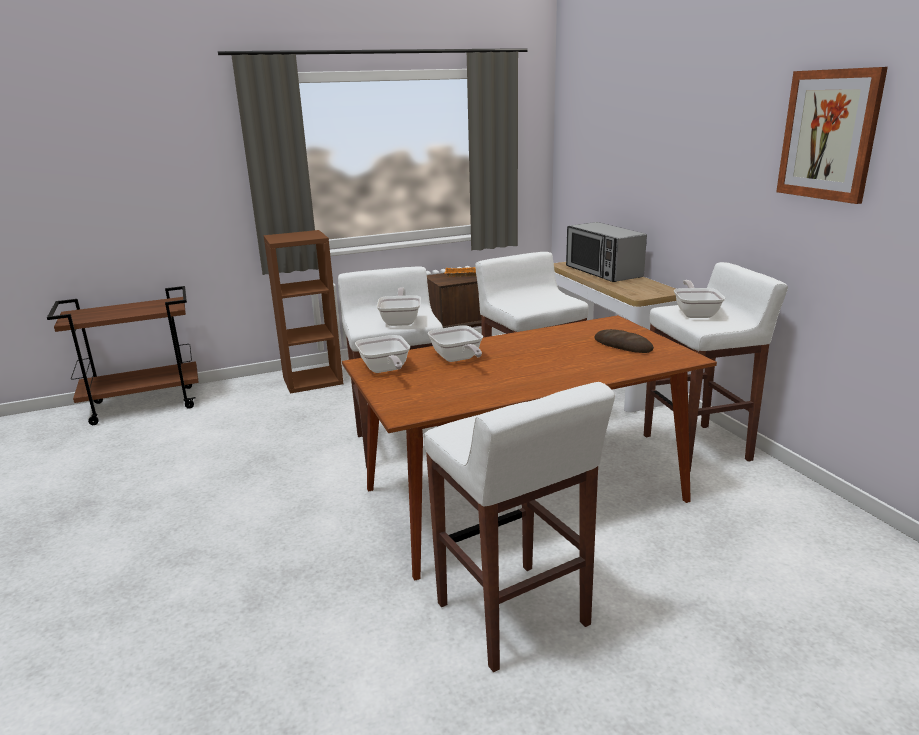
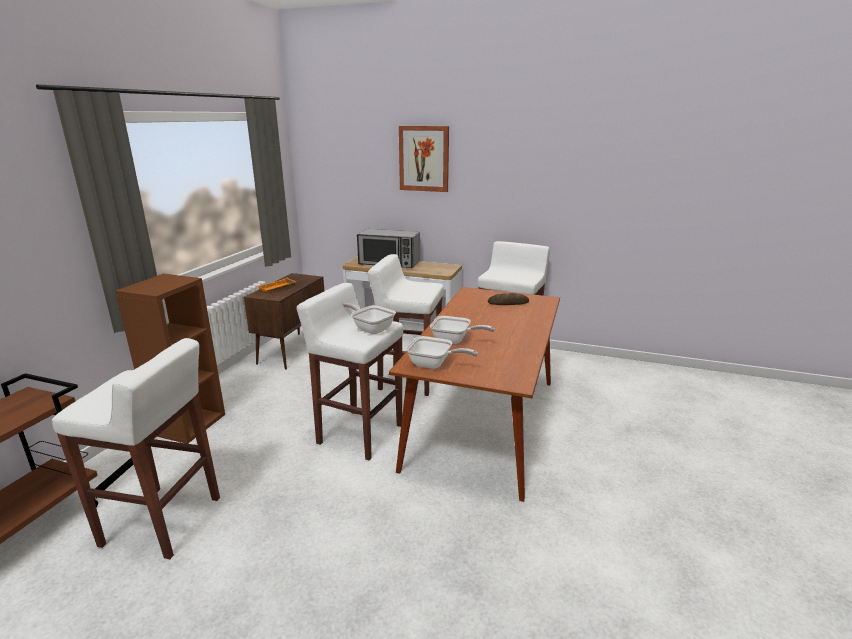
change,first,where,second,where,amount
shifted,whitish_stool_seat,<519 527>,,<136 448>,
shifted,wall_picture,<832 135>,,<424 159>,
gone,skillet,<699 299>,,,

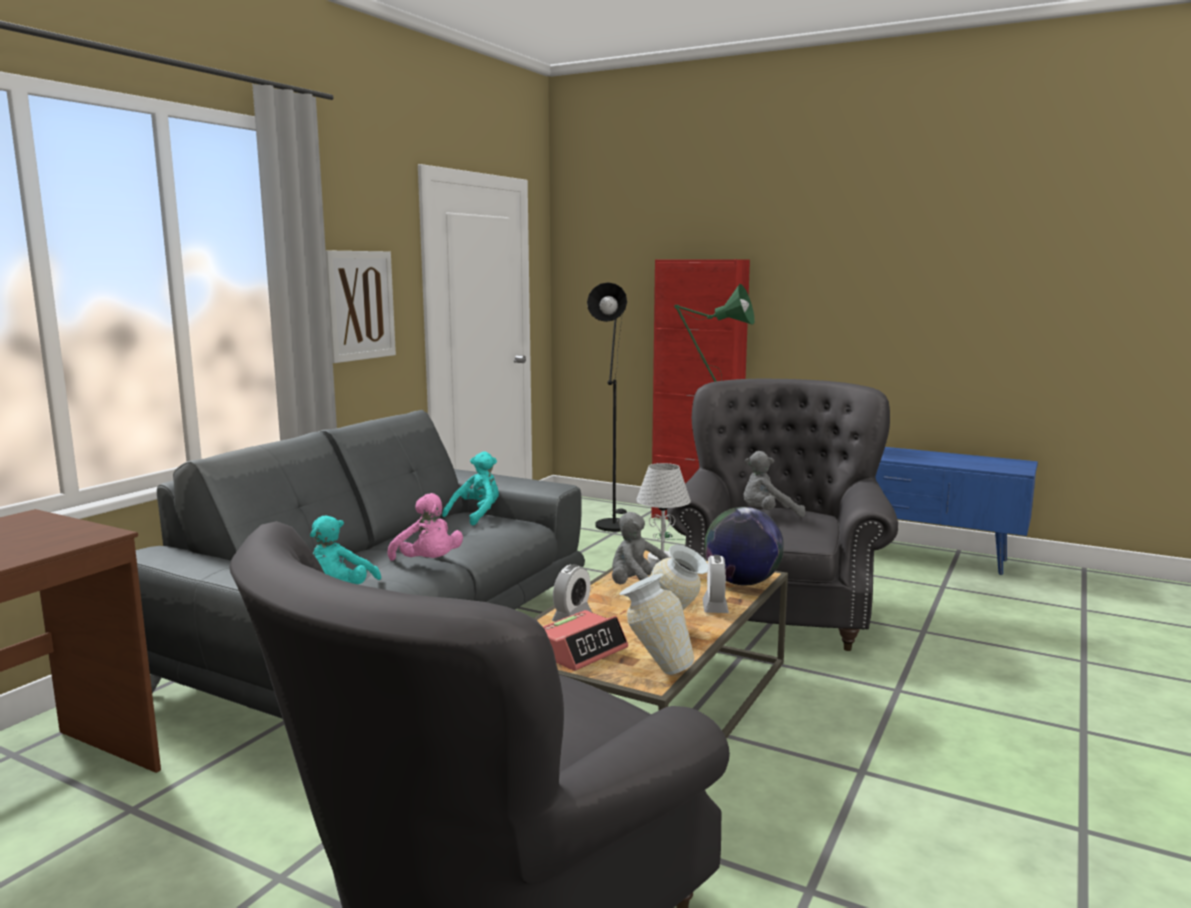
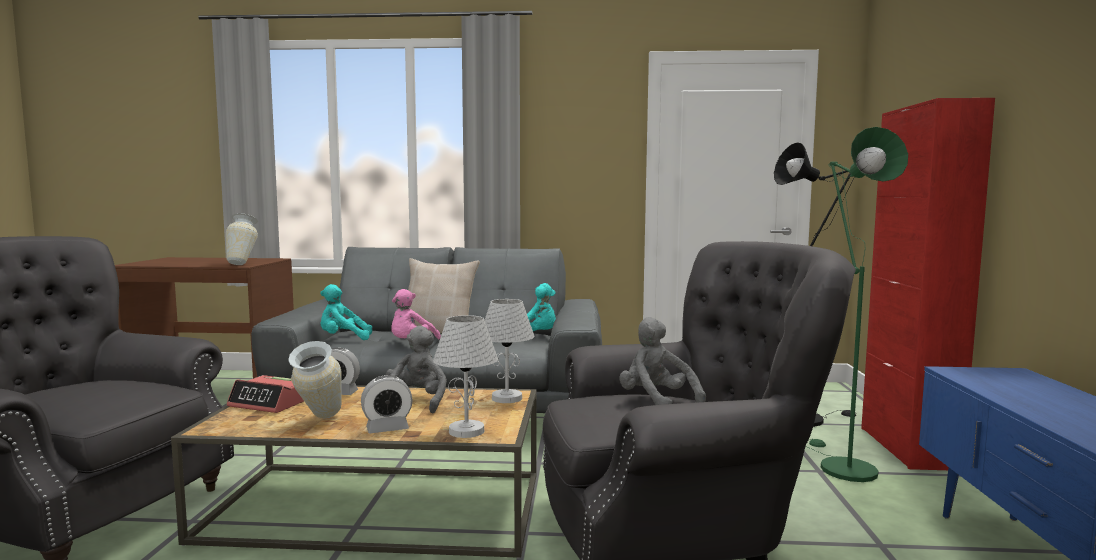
change,first,where,second,where,amount
shifted,vase,<656 624>,,<242 239>,
new,,,beige_pillow,<444 296>,
swapped,world_globe,<744 546>,whitish_lamp_for_a_table,<465 376>,
gone,wall_picture,<361 306>,,,

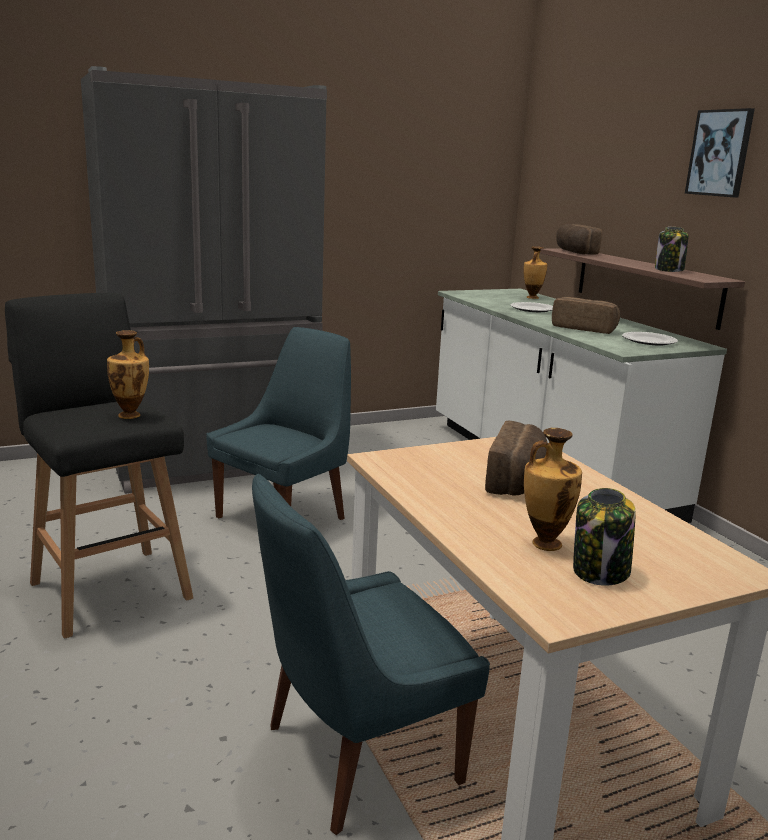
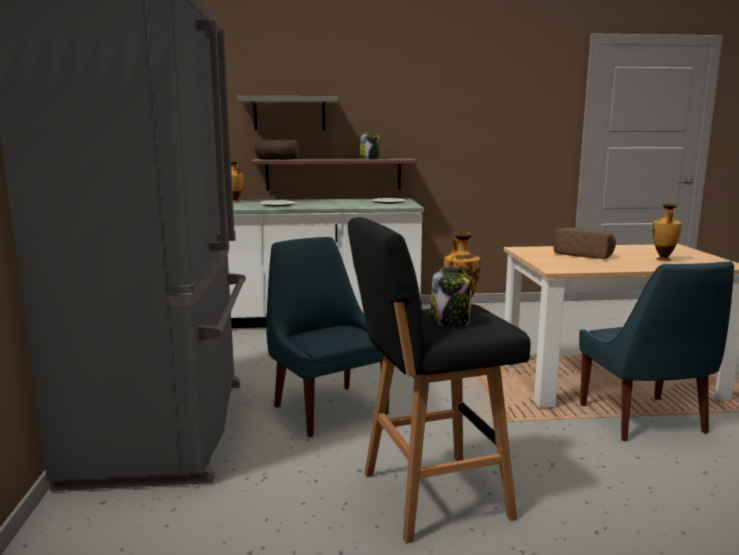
change,first,where,second,where,amount
new,,,grey_wall_shelf,<287 113>,
shifted,storage_jar,<604 537>,,<451 297>,
gone,bakery_bread,<586 315>,,,
gone,wall_picture,<720 153>,,,

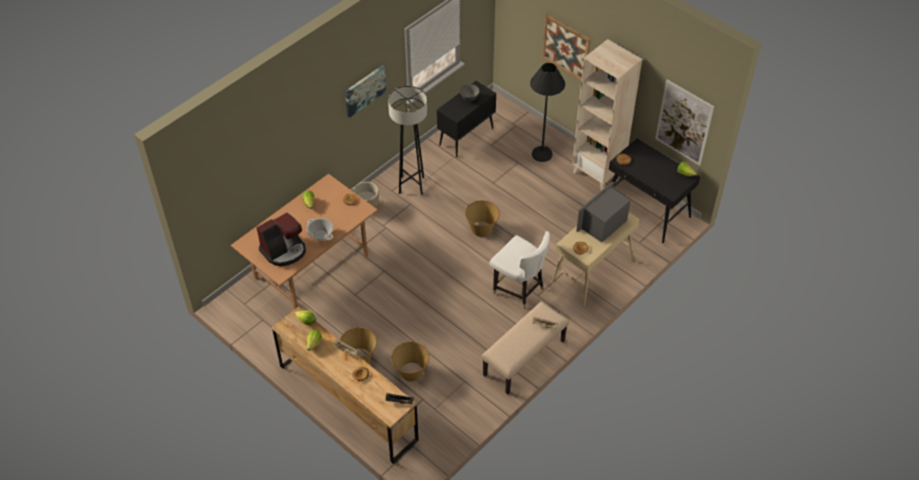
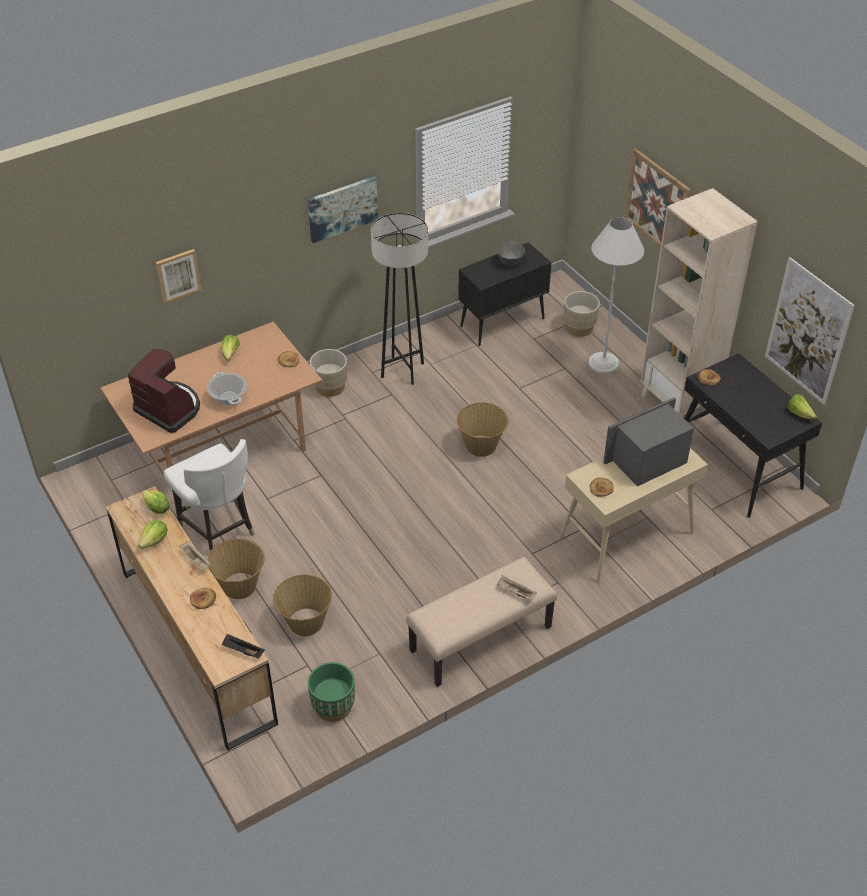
change,first,where,second,where,amount
rotated,coffee_brewer,<281 239>,,<164 391>,120 degrees counterclockwise
new,,,wall_picture,<178 276>,
shifted,whitish_chair,<519 270>,,<209 495>,
new,,,greenish_planter,<331 692>,
new,,,beige_planter,<581 314>,
repainted,black_standing_lamp,<547 112>,whitish_standing_lamp,<616 295>,

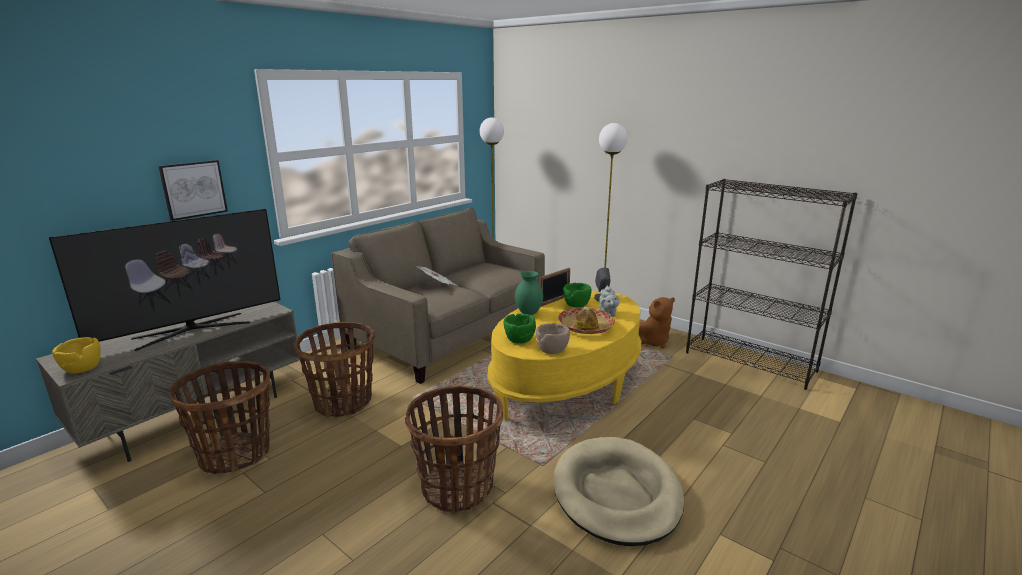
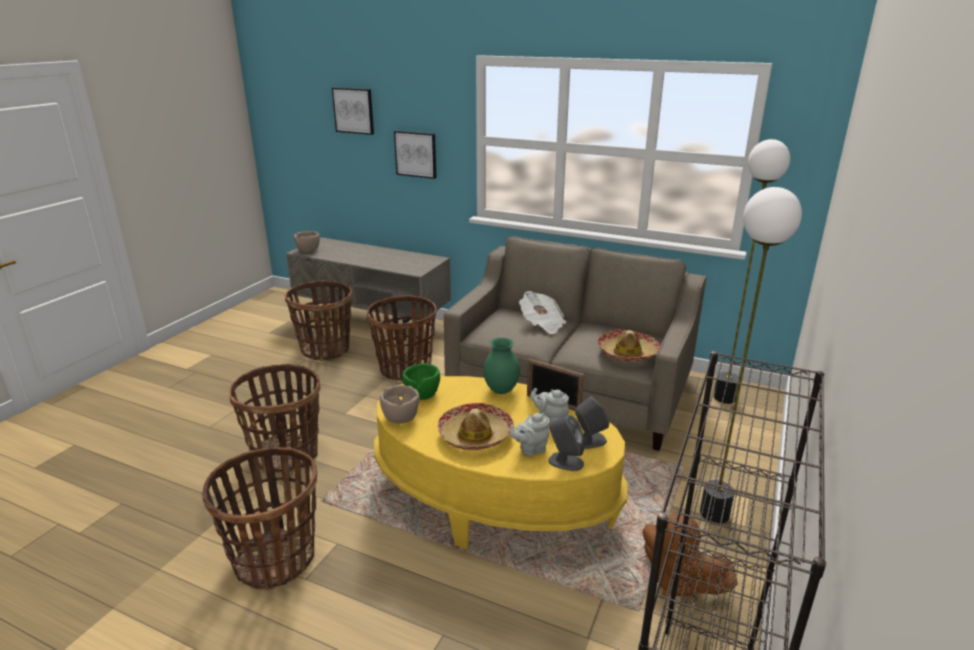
change,first,where,second,where,amount
swapped,beige_dog_bed,<618 491>,household_basket,<259 518>,
repainted,yellow_serving_bowl,<76 355>,brownish_serving_bowl,<307 241>,
new,,,wall_picture,<353 111>,
swapped,greenish_serving_bowl,<577 295>,grey_tea_pot,<549 406>,
new,,,grey_audio_speaker,<566 443>,
new,,,wearable_hat,<629 345>,
gone,television,<164 280>,,,

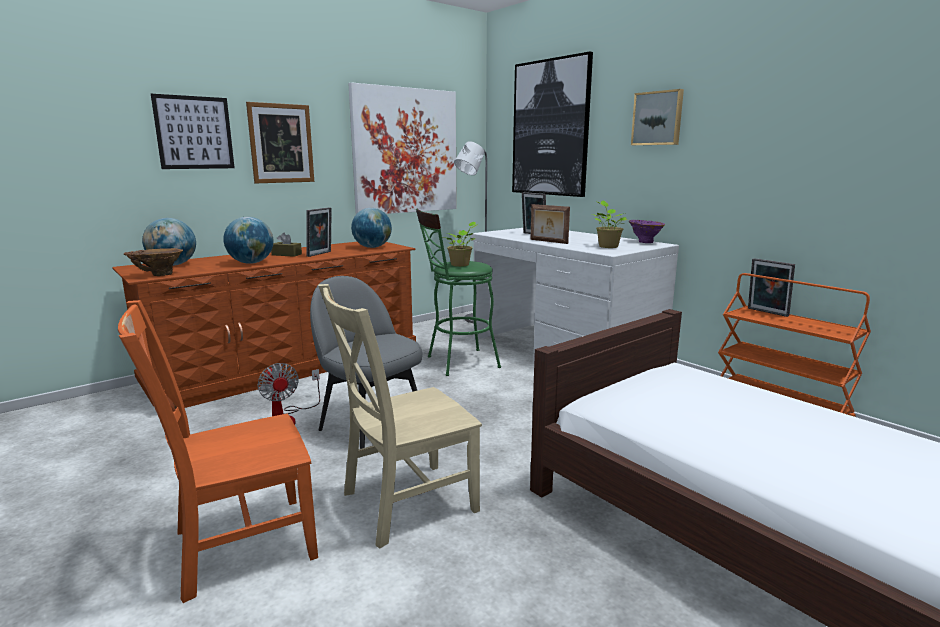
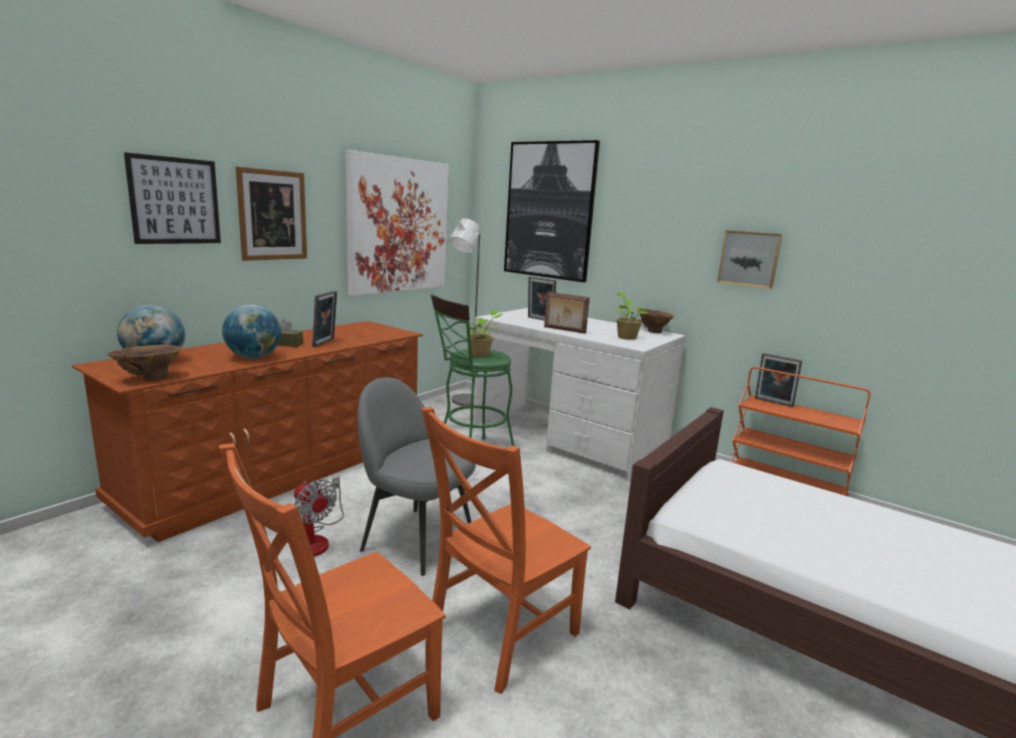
change,first,where,second,where,amount
repainted,beige_chair,<400 416>,orangey_chair,<506 550>,
repainted,purplish_vase,<647 231>,brownish_vase,<655 321>,
shifted,wall_picture,<657 117>,,<750 259>,
gone,world_globe,<371 228>,,,

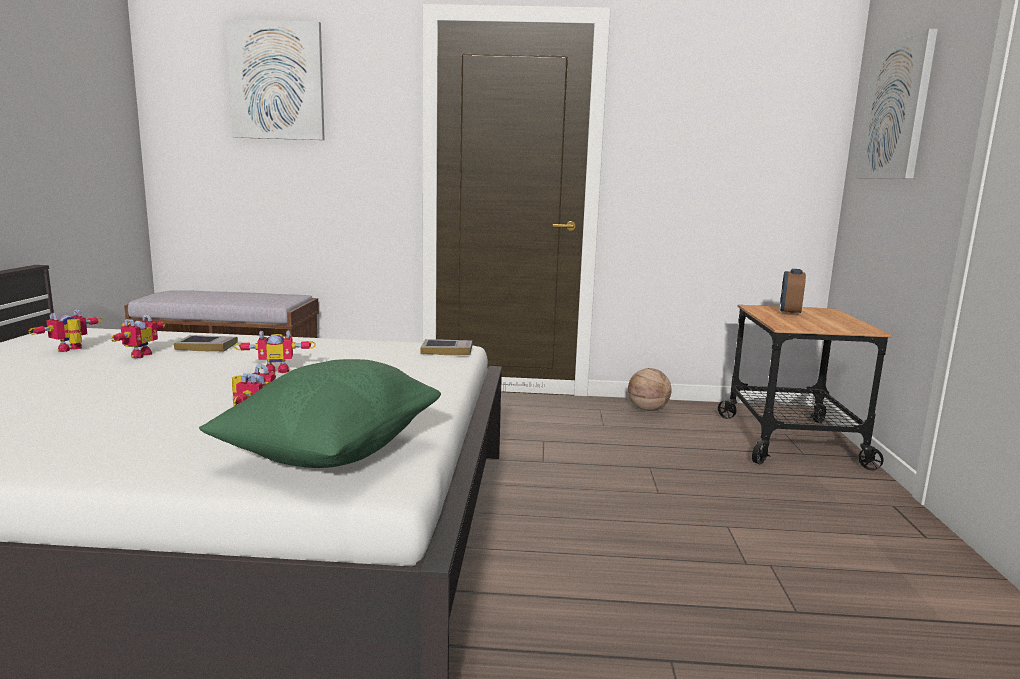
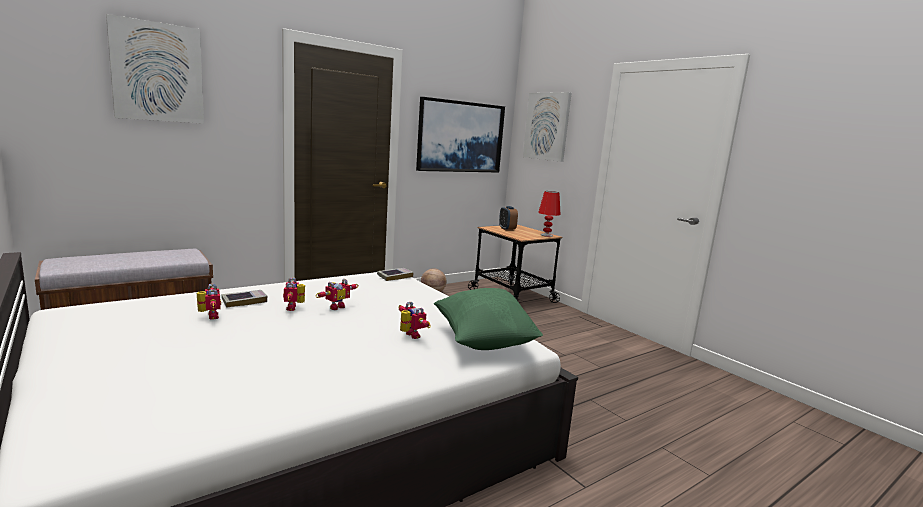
change,first,where,second,where,amount
shifted,toy_robot,<65 331>,,<294 294>,
new,,,wall_picture,<460 135>,
new,,,reddish_lamp_for_a_table,<549 214>,

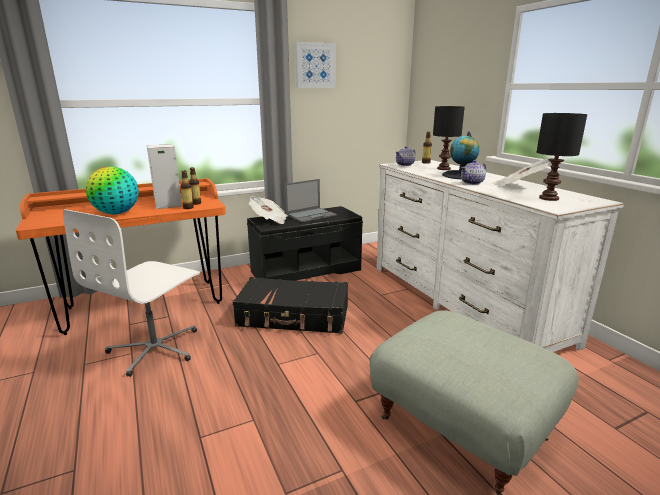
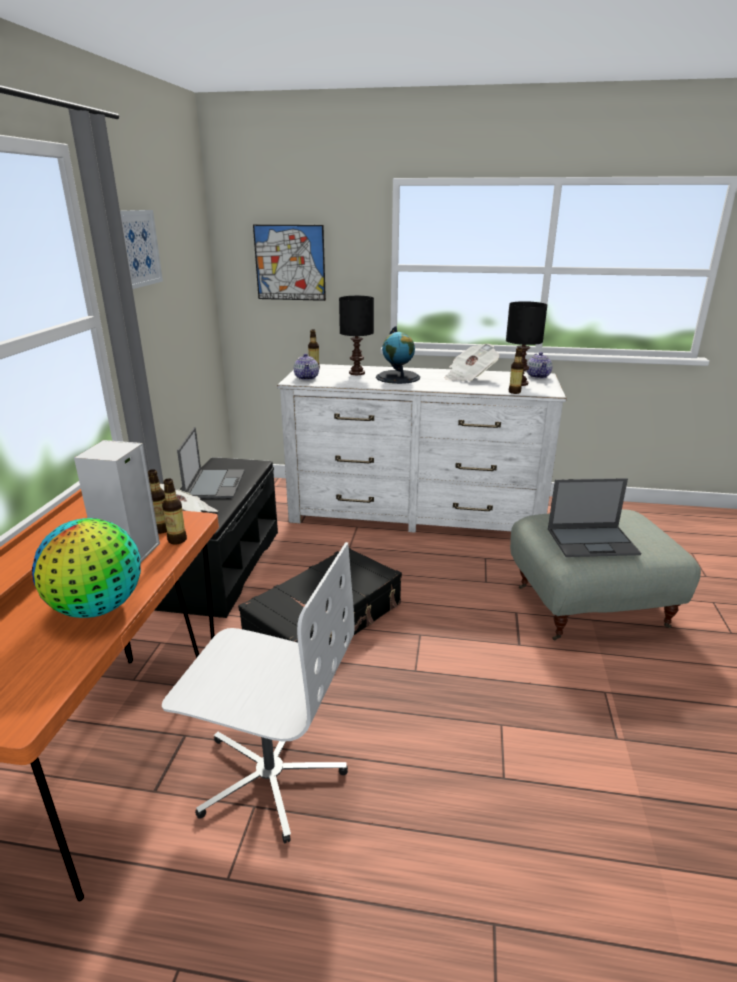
change,first,where,second,where,amount
rotated,whitish_computer_chair,<131 293>,,<258 692>,45 degrees counterclockwise
new,,,wall_picture,<289 263>,
new,,,beverage_bottle,<516 371>,
shifted,tea_pot,<473 172>,,<539 365>,
new,,,portable_computer,<594 517>,

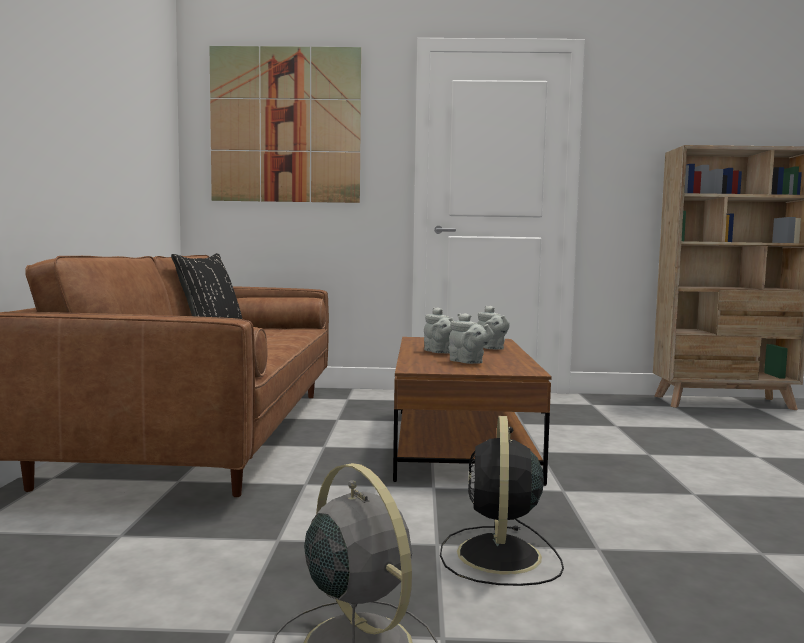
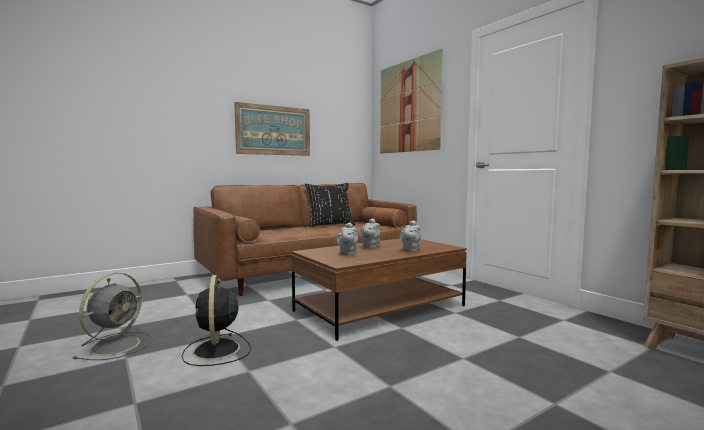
change,first,where,second,where,amount
rotated,black_electric_fan,<502 501>,,<216 320>,75 degrees counterclockwise
new,,,wall_picture,<272 129>,

